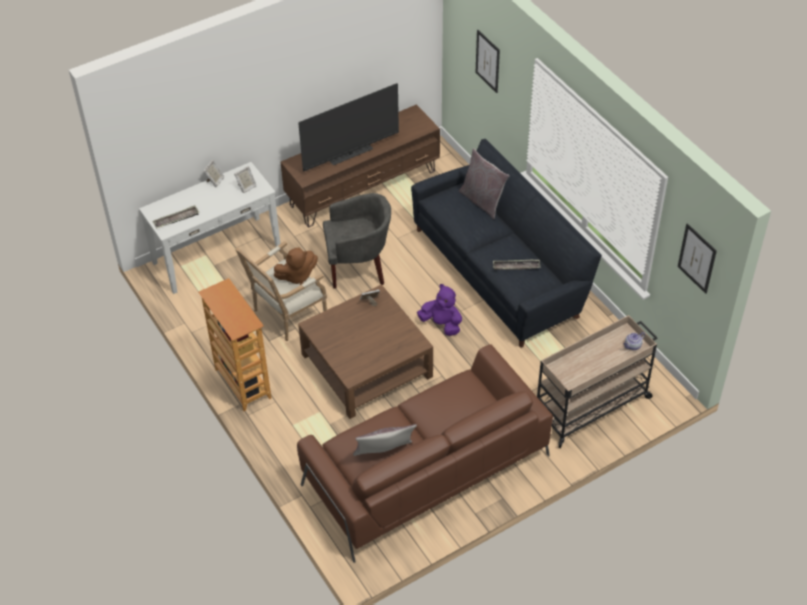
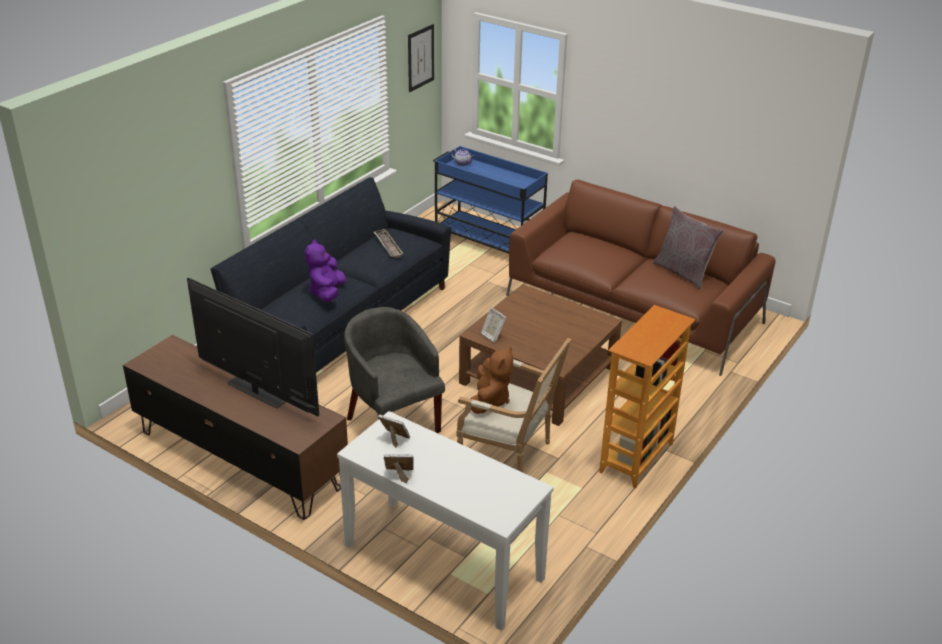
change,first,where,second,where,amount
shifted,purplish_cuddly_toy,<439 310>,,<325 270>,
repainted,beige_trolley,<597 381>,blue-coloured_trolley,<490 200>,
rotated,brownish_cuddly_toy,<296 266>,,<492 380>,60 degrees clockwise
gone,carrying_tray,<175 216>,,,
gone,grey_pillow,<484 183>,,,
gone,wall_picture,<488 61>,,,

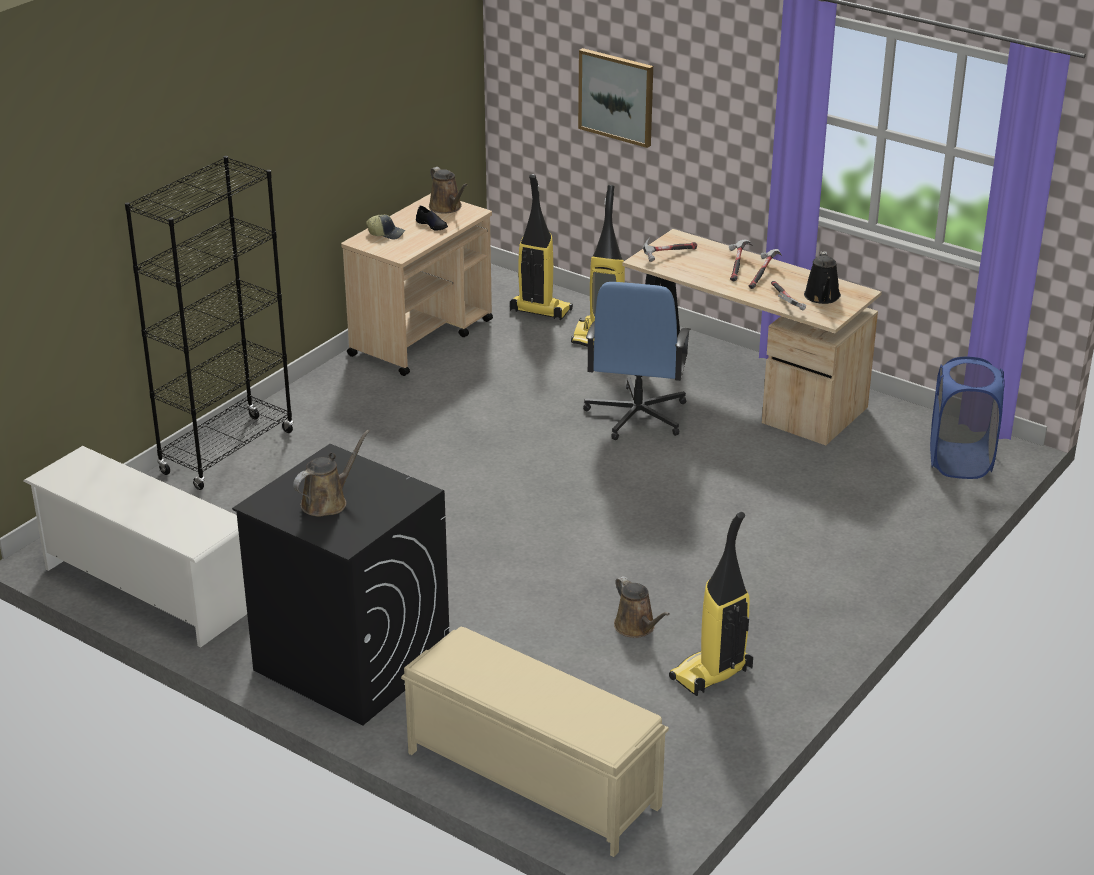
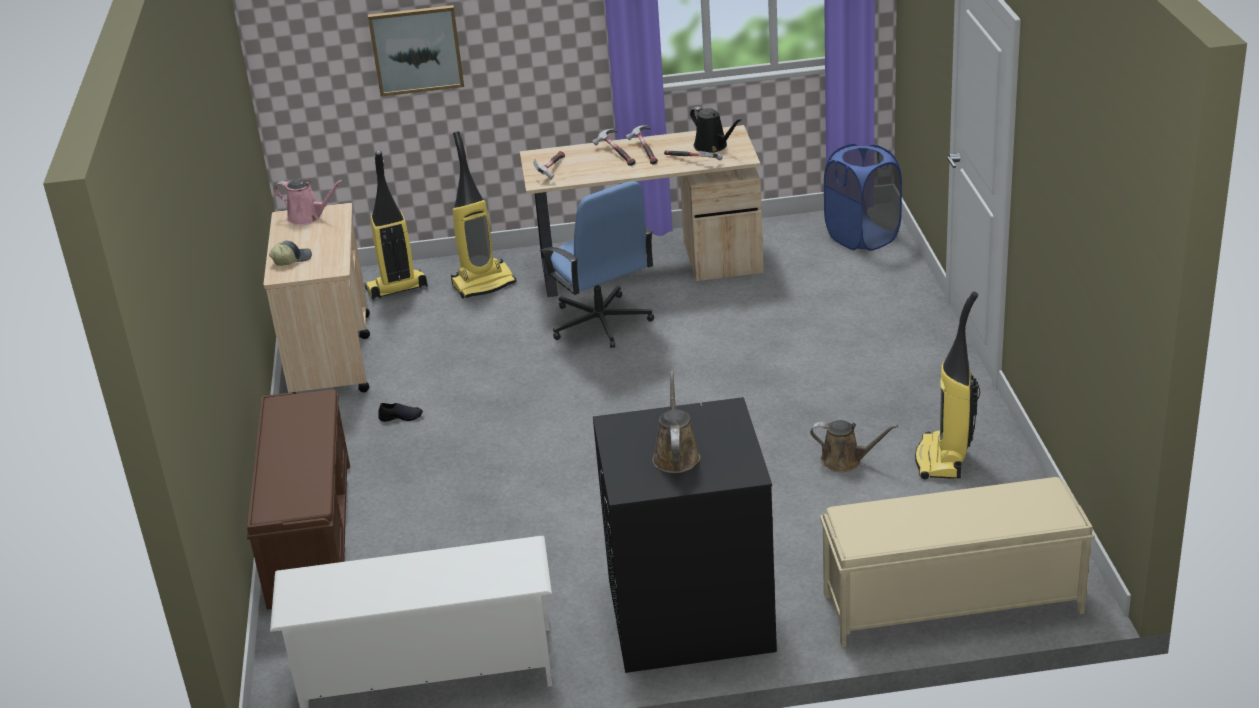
change,first,where,second,where,amount
swapped,black_shelving_unit,<209 323>,brownish_bench,<298 499>,
repainted,brownish_watering_pot,<448 190>,pink_watering_pot,<308 202>,
shifted,black_item_of_footwear,<432 218>,,<400 412>,

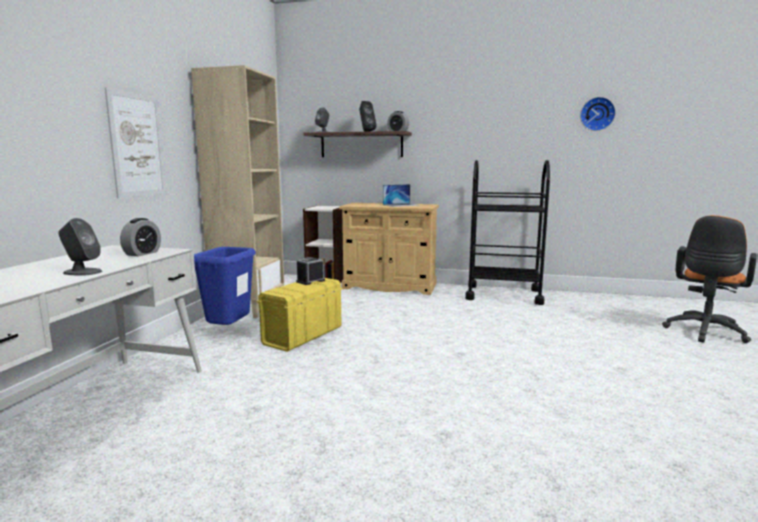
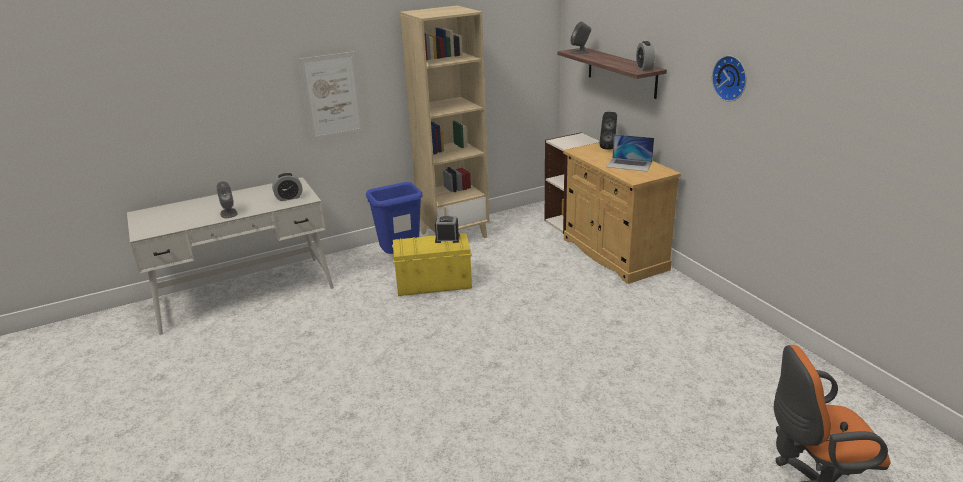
change,first,where,second,where,amount
shifted,black_audio_speaker,<368 116>,,<608 130>,
shifted,hanging_clock,<598 114>,,<729 79>,
gone,black_trolley,<507 232>,,,

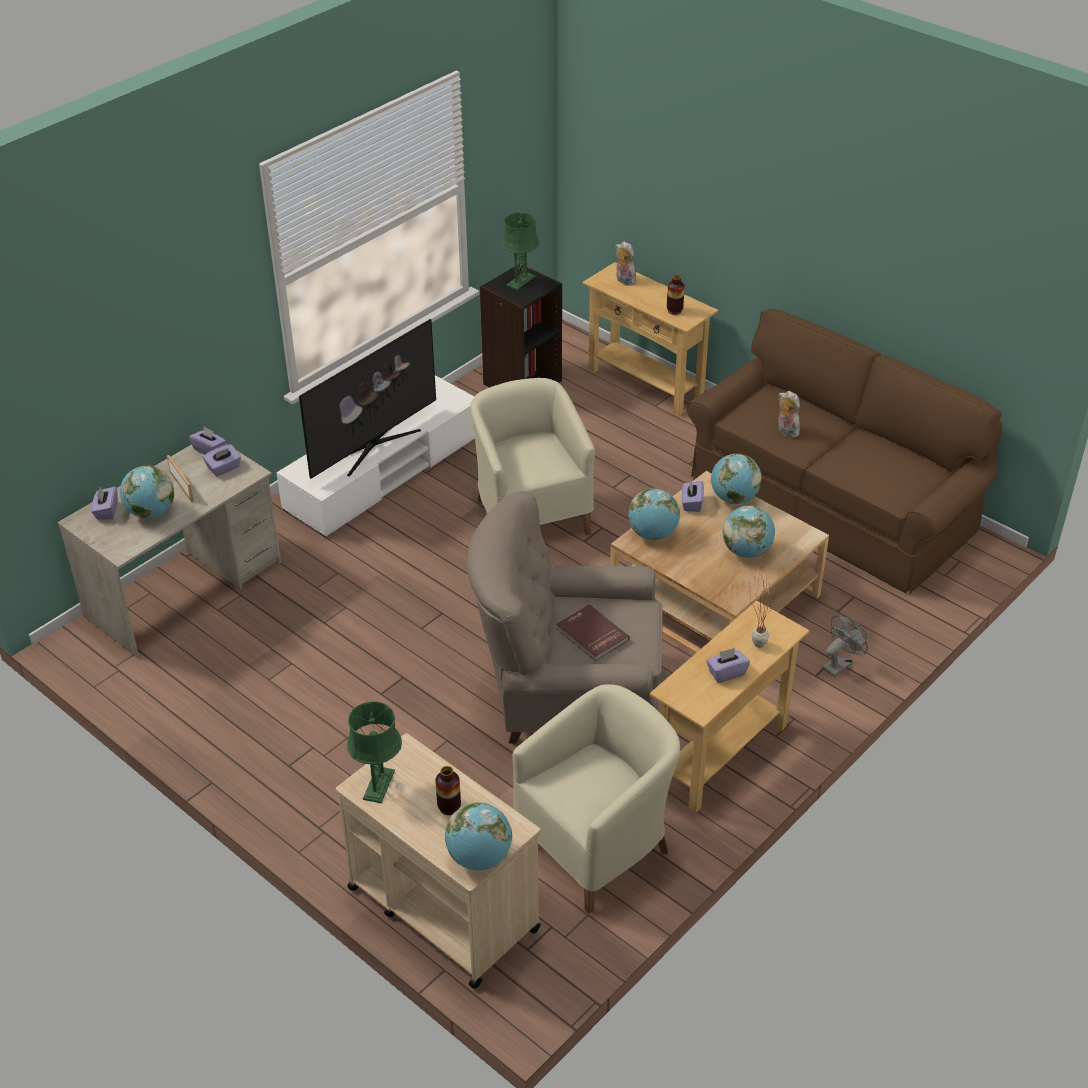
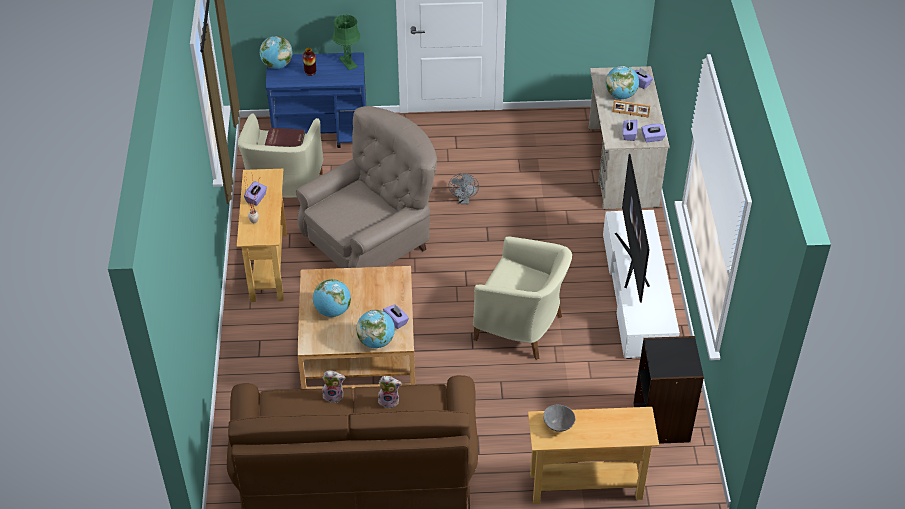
change,first,where,second,where,amount
shifted,reddish_volume,<593 632>,,<285 137>,
repainted,beige_trolley,<438 861>,blue-coloured_trolley,<316 100>,
shifted,cuddly_toy,<625 263>,,<333 387>,
shifted,grey_electric_fan,<845 646>,,<464 188>,
swapped,vase,<676 295>,grey_serving_bowl,<559 418>,
gone,greenish_lamp_for_a_table,<520 251>,,,
gone,world_globe,<654 514>,,,

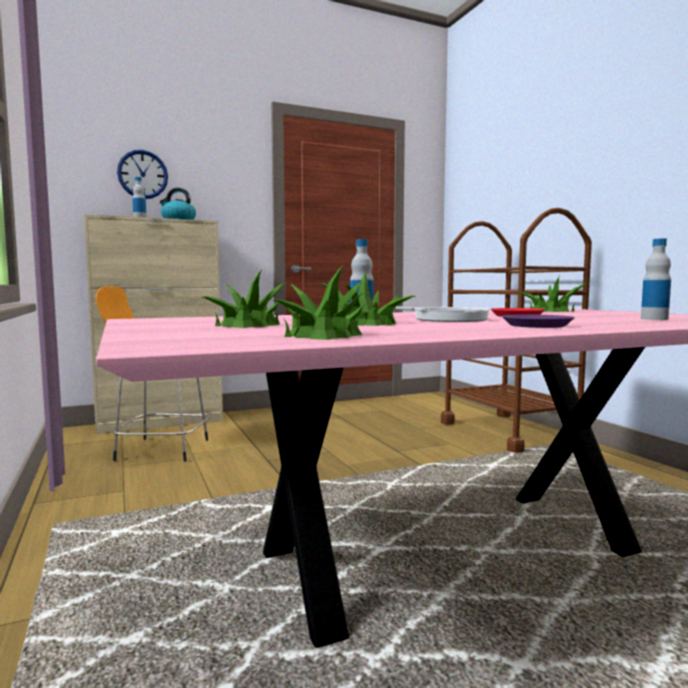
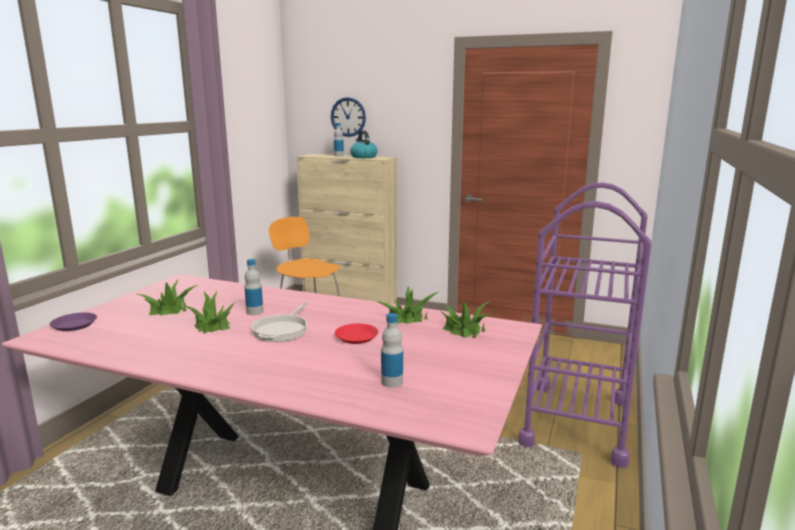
change,first,where,second,where,amount
shifted,purplish_flat_dish,<538 321>,,<73 321>,
shifted,plant_in_a_pot,<319 303>,,<408 305>,
repainted,brownish_trolley,<516 330>,purplish_trolley,<584 325>,

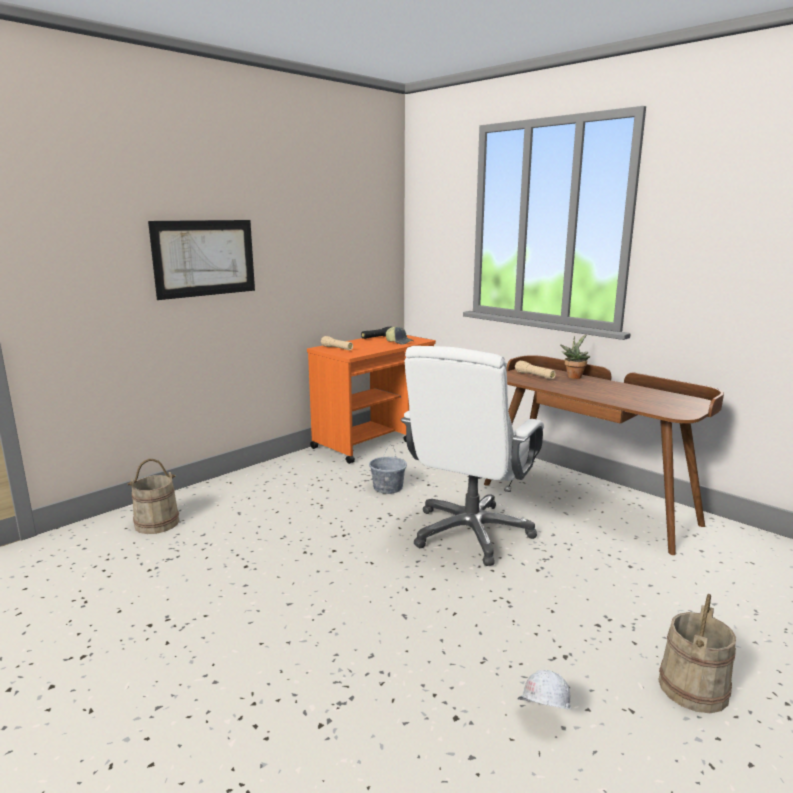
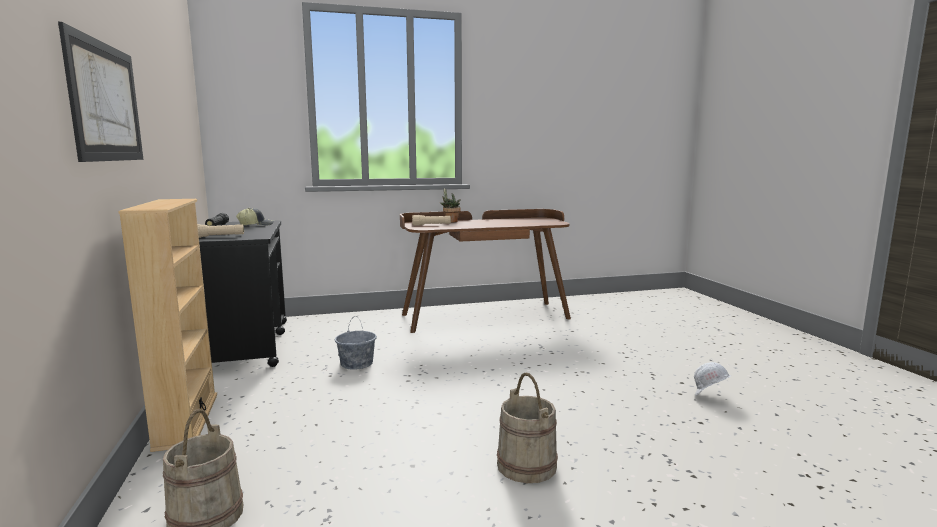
change,first,where,second,where,amount
new,,,beige_shelving_unit,<167 325>,
repainted,orangey_trolley,<371 399>,black_trolley,<243 293>,
shifted,beige_water_bucket,<697 653>,,<527 428>,
gone,whitish_computer_chair,<472 456>,,,

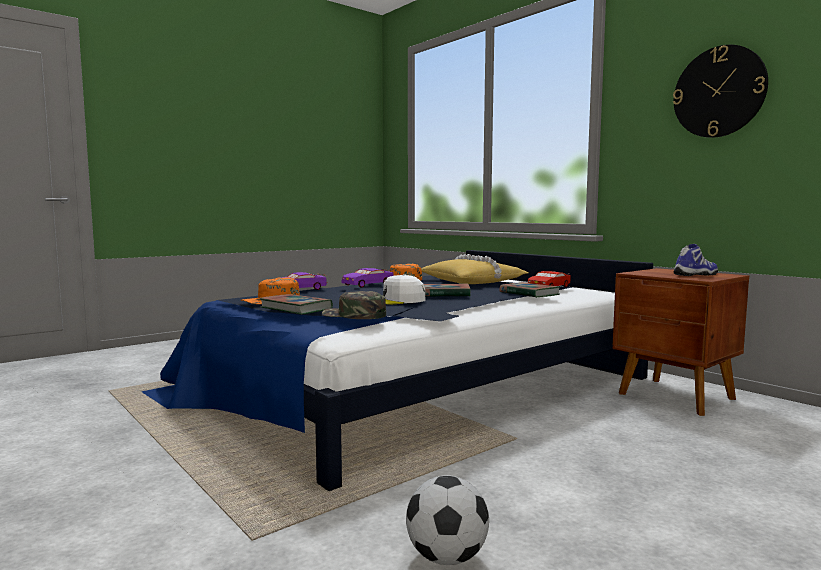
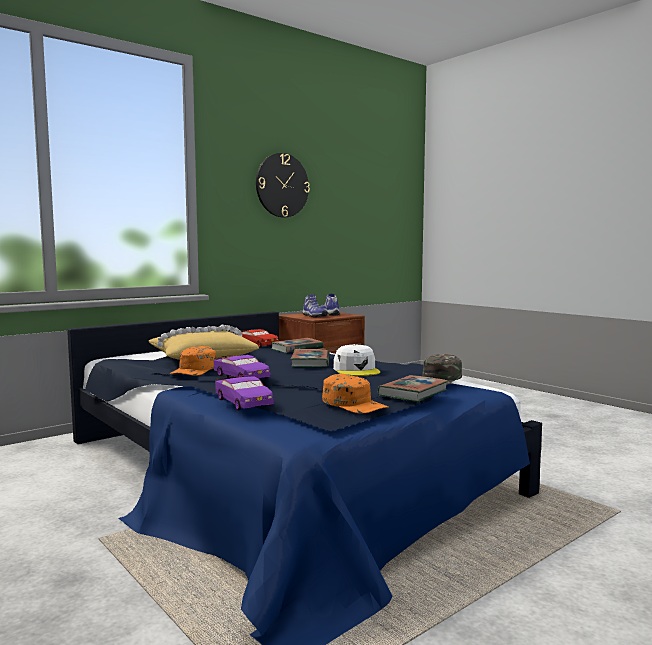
change,first,where,second,where,amount
new,,,item_of_footwear,<314 306>,
gone,football,<447 520>,,,

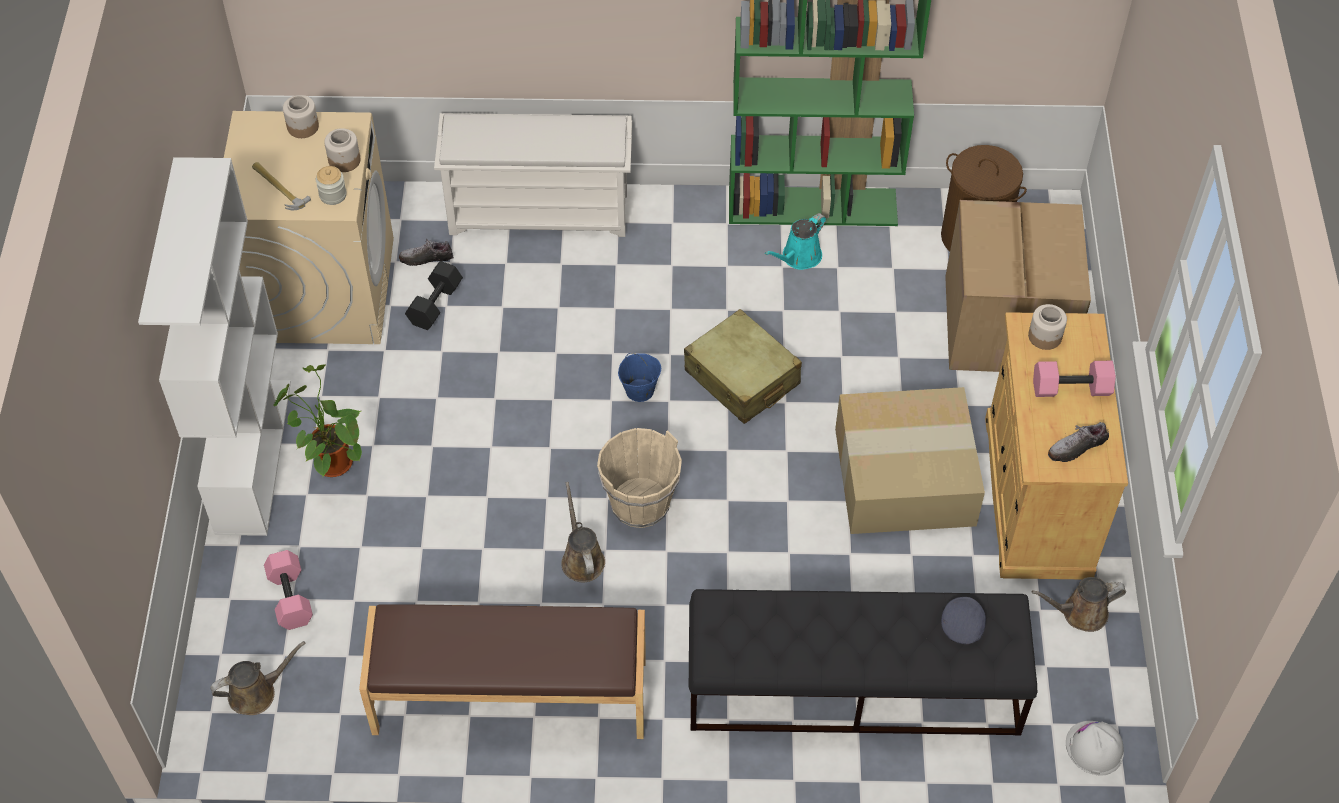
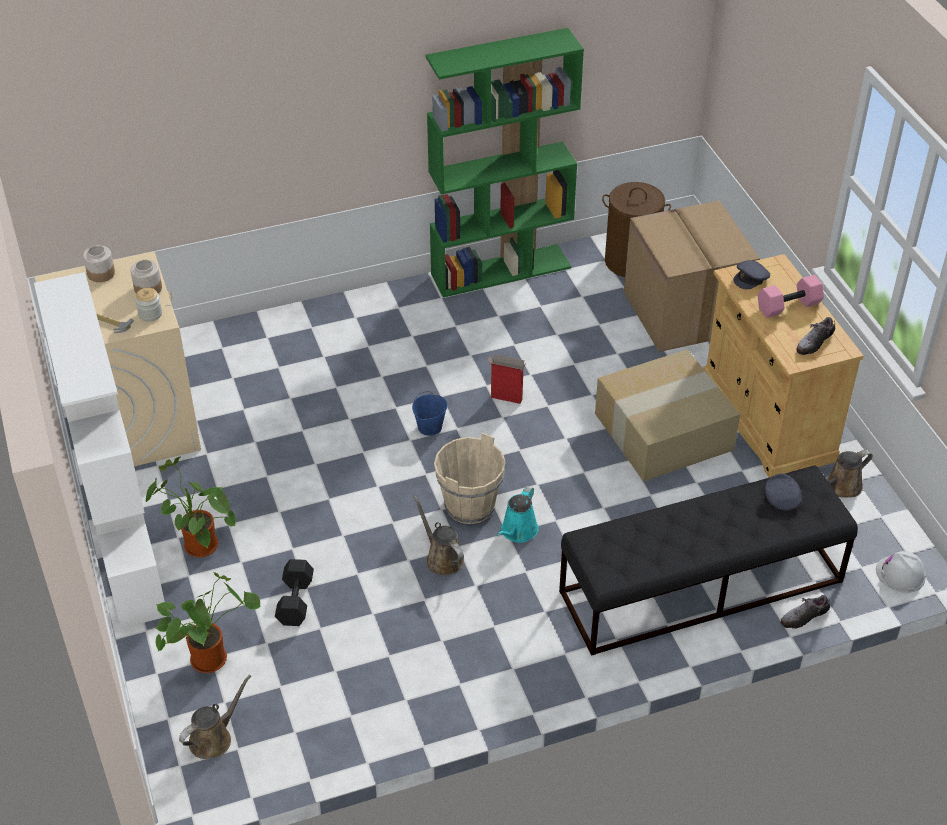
change,first,where,second,where,amount
swapped,pink_dumbbell,<288 590>,plant_in_a_pot,<208 622>,
shifted,black_dumbbell,<434 295>,,<294 592>,
swapped,beige_piece_of_luggage,<743 366>,carton,<506 379>,
shifted,turquoise_watering_pot,<795 241>,,<518 514>,
swapped,storage_jar,<1047 327>,grey_peaked_cap,<751 274>,
shifted,item_of_footwear,<426 252>,,<805 611>,
gone,brownish_bench,<502 671>,,,
gone,whitish_shoe_stand,<533 175>,,,

